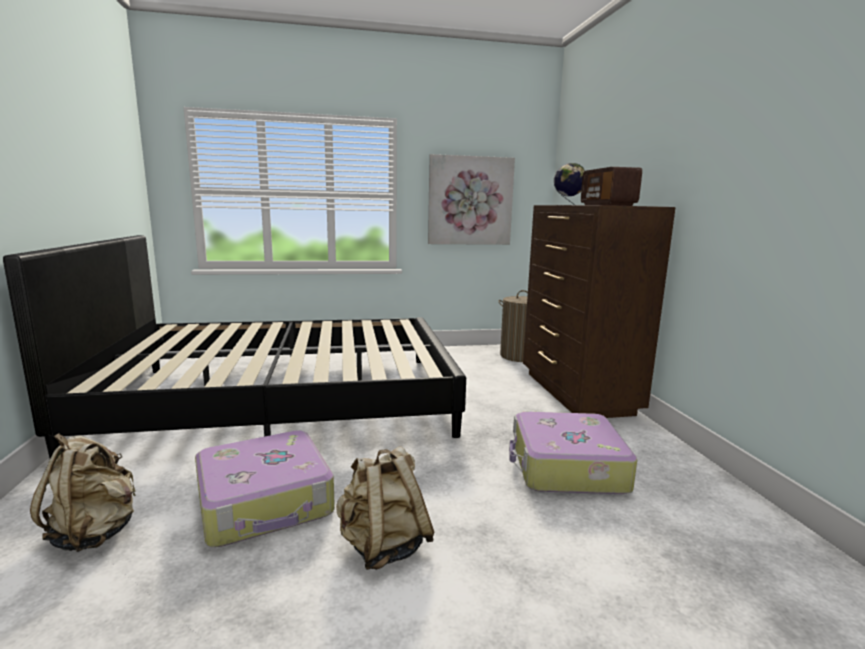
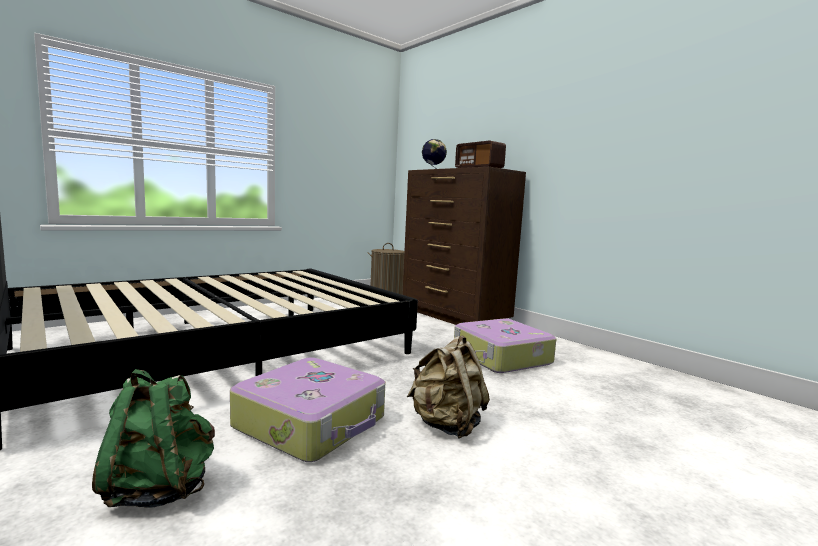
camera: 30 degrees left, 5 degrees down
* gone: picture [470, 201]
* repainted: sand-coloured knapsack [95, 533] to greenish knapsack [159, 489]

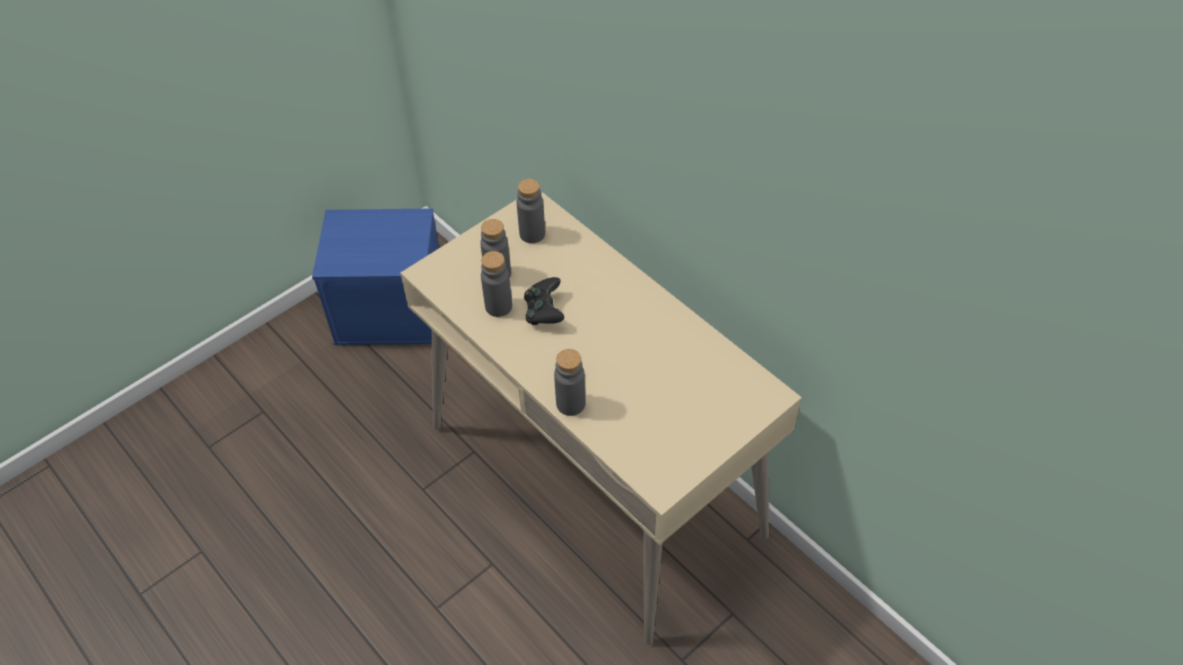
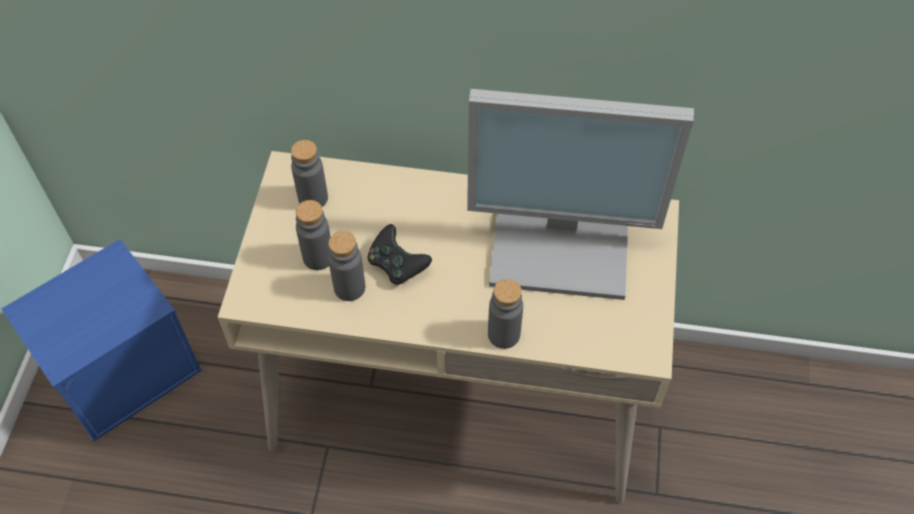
camera: 40 degrees left, 5 degrees up
* new: computer display [563, 240]

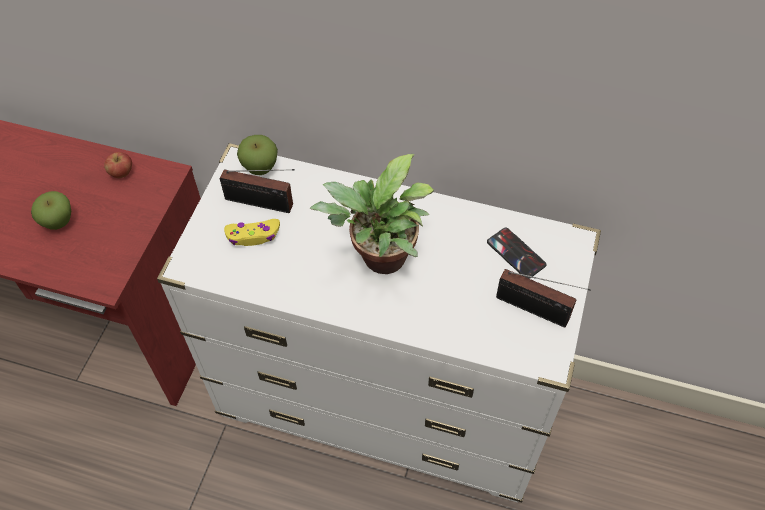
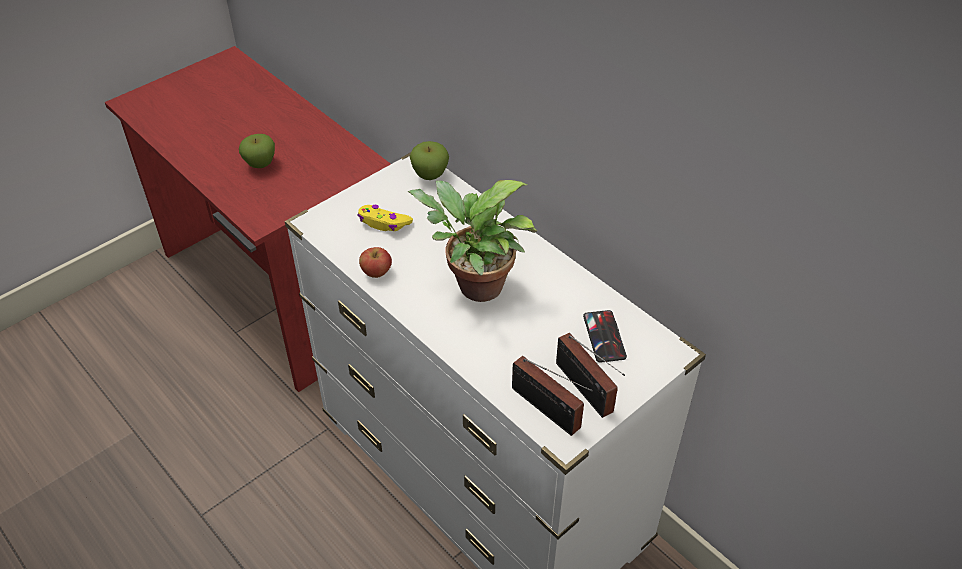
camera: 30 degrees right, 10 degrees down
* shifted: apple [121, 173] to [376, 272]
* shifted: radio receiver [262, 203] to [548, 411]

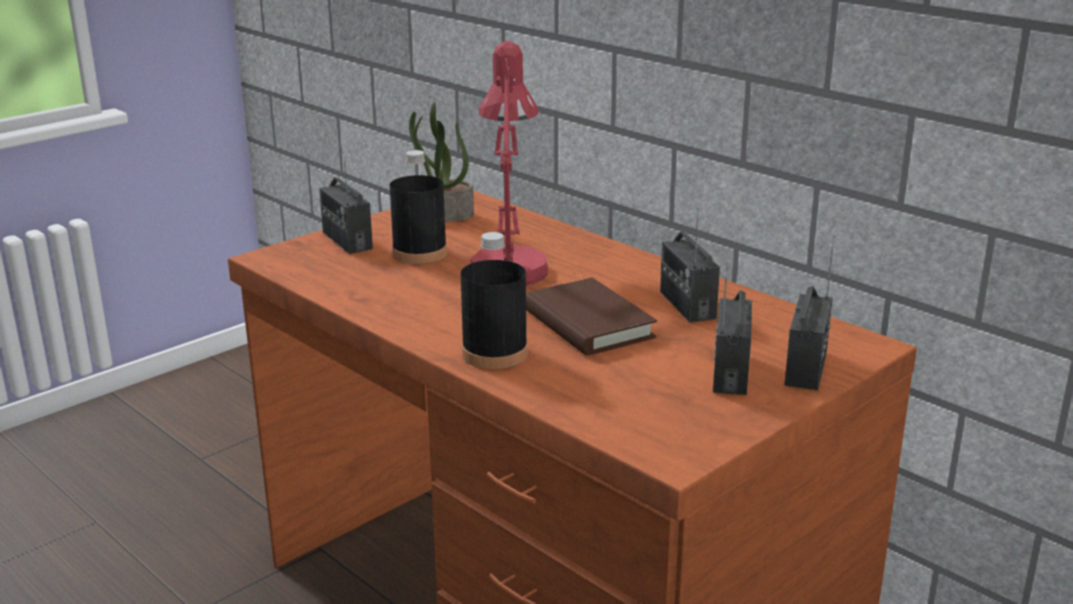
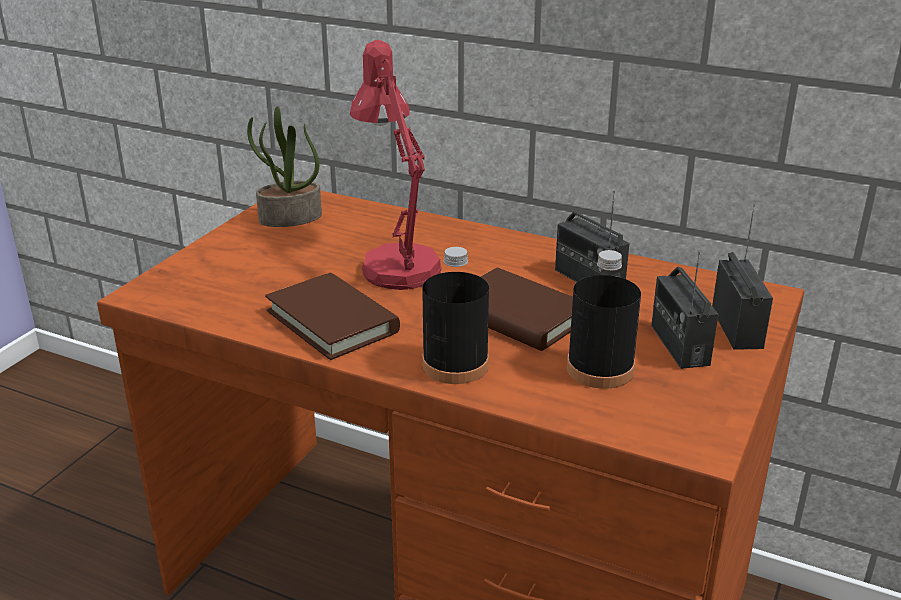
camera: 20 degrees left, 5 degrees up
* gone: radio receiver [347, 240]
* new: brownish volume [332, 321]
* shifted: blackish beverage bottle [419, 253] to [600, 369]

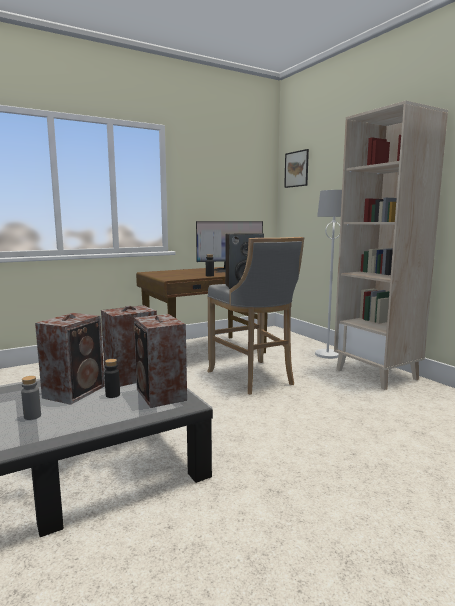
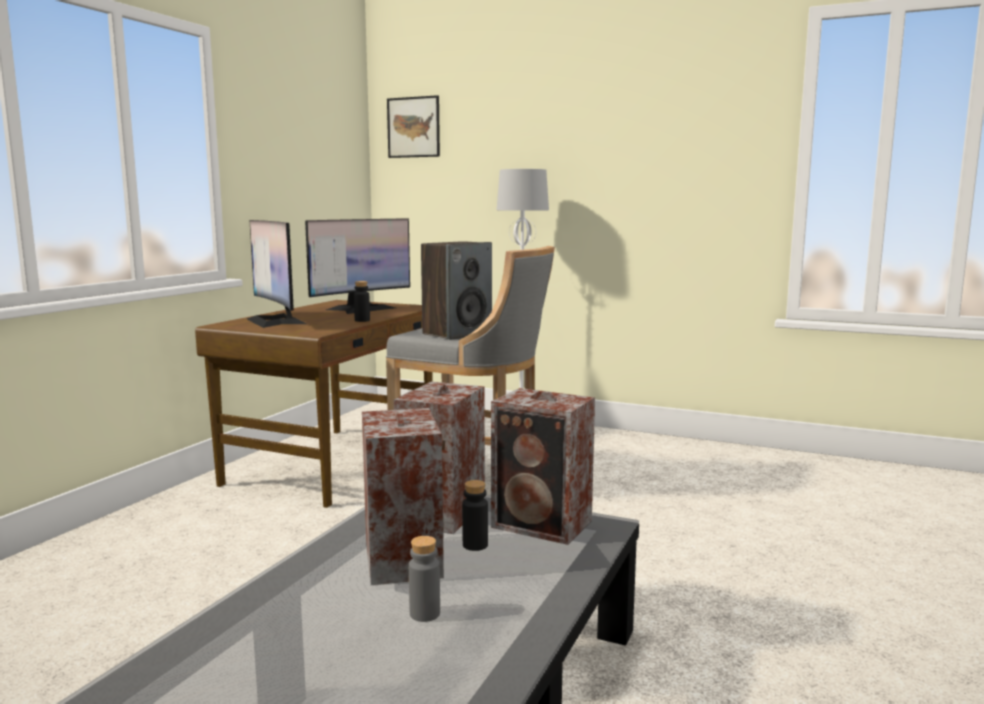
camera: 35 degrees left, 0 degrees up
* gone: sand-coloured shelving unit [377, 374]
* new: computer display [276, 321]

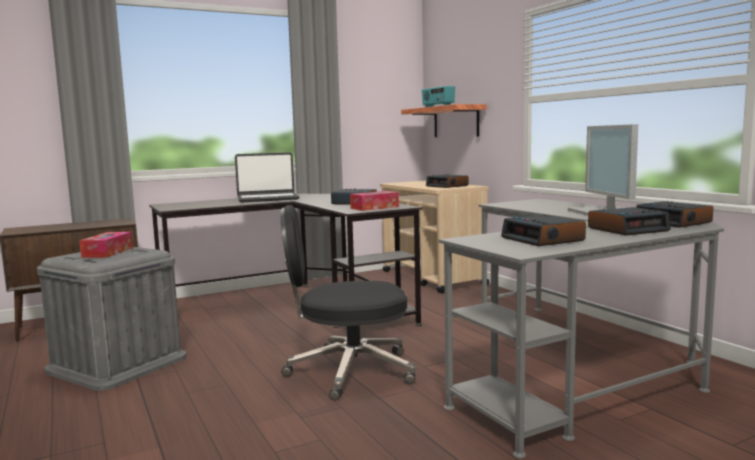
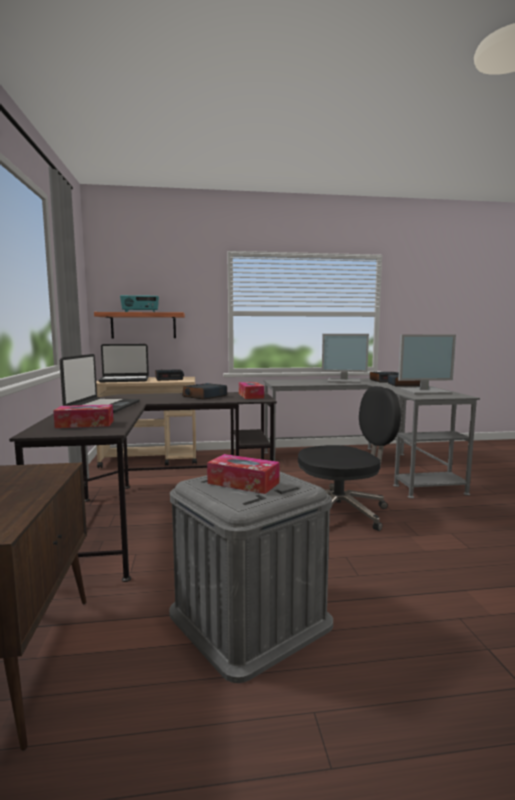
camera: 70 degrees left, 0 degrees up
* new: tissue box [85, 424]
* new: portable computer [124, 380]
* swapped: alarm clock [543, 239] to computer display [426, 392]
* rotated: blackish computer chair [348, 371] = [342, 512] 120 degrees counterclockwise

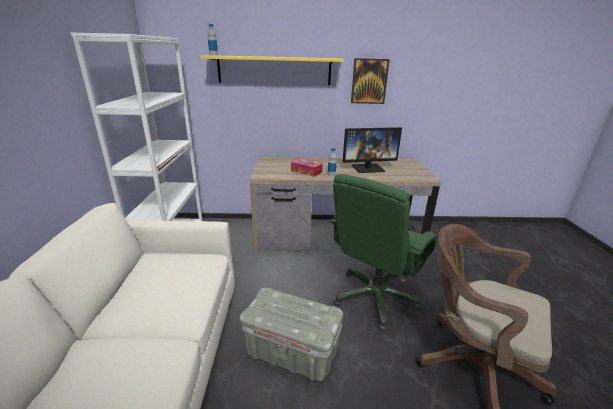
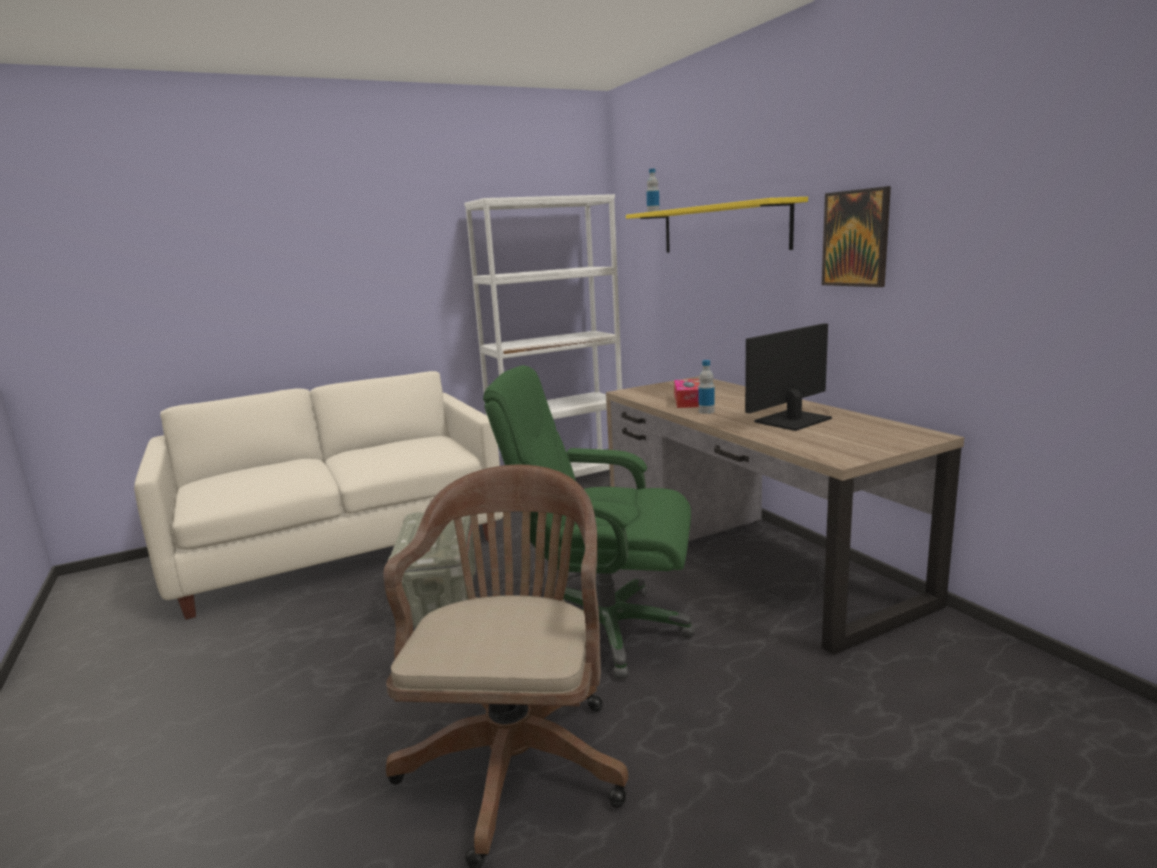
camera: 65 degrees right, 10 degrees down
* rotated: computer display [368, 168] = [792, 420] 90 degrees clockwise

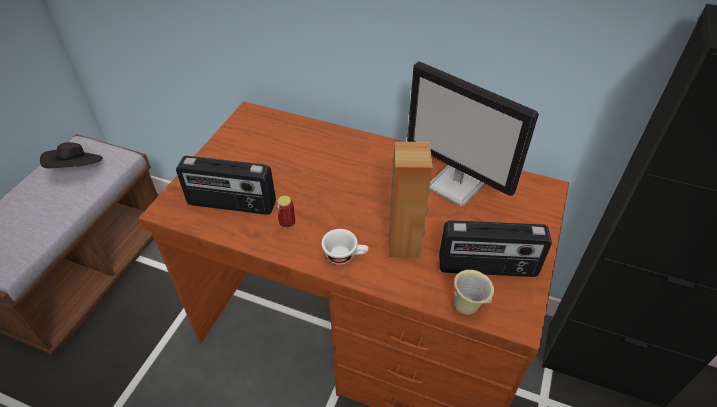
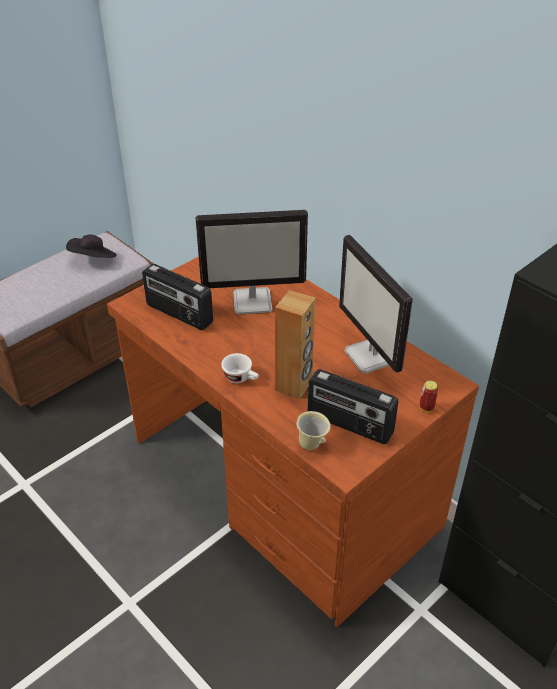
camera: 25 degrees right, 5 degrees down
* new: computer display [253, 301]
* shifted: sealed can [287, 224] to [426, 408]

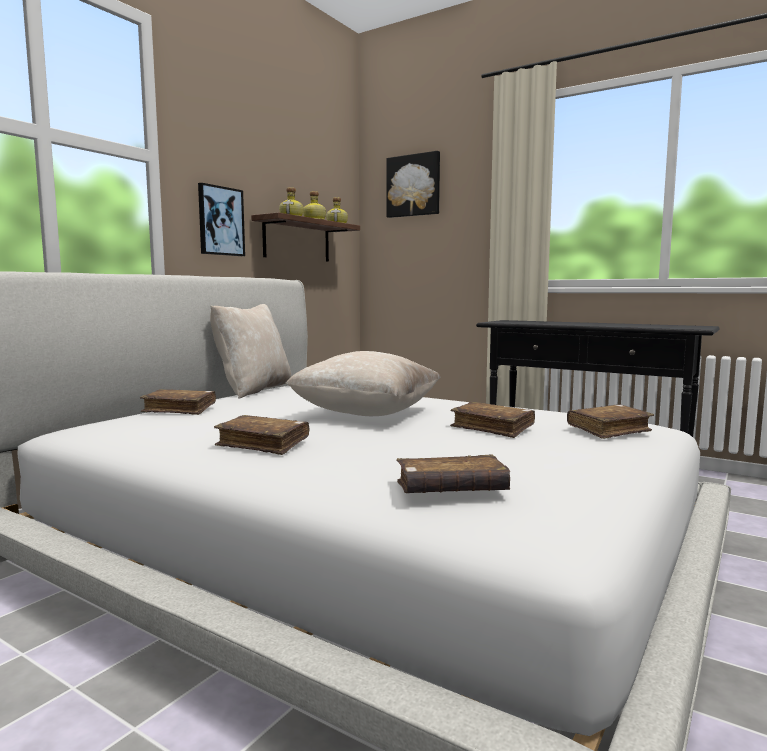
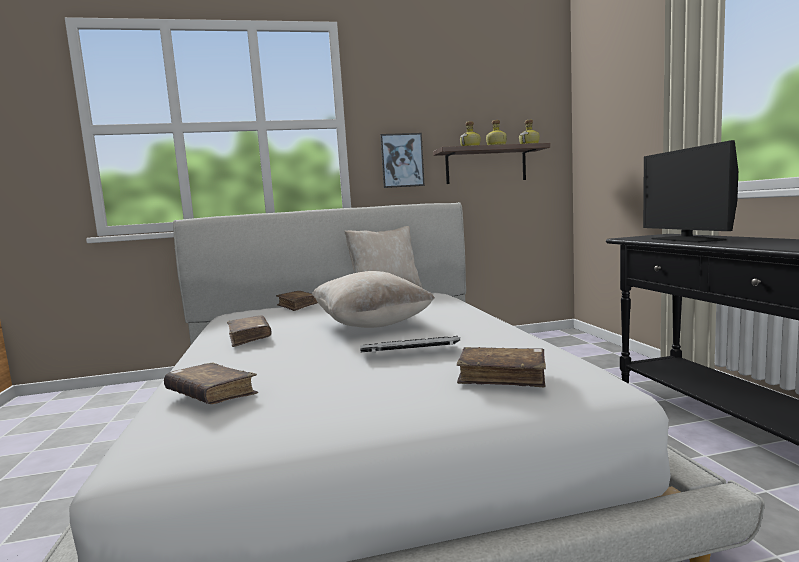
camera: 45 degrees right, 0 degrees up
* gone: picture [414, 185]
* new: computer display [686, 239]
* swapped: brownish volume [492, 428] to computer keyboard [409, 353]

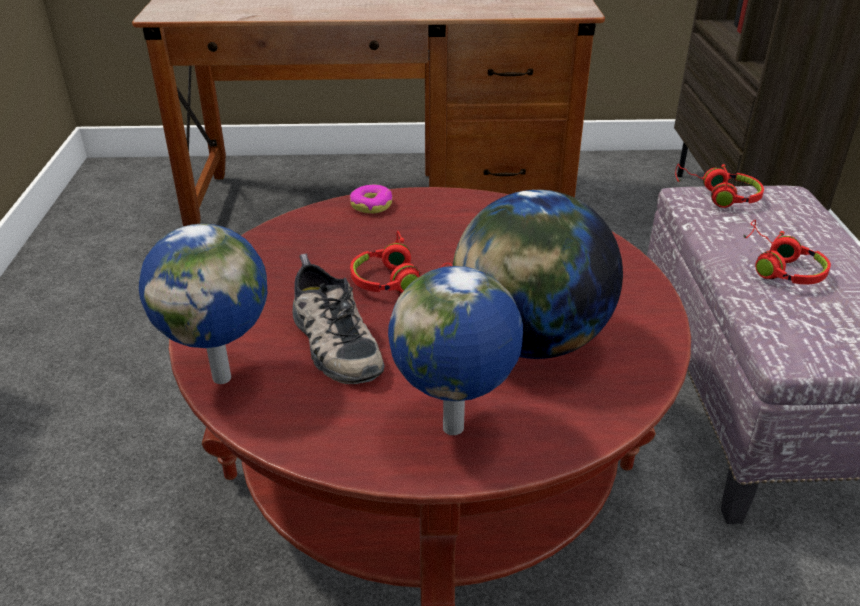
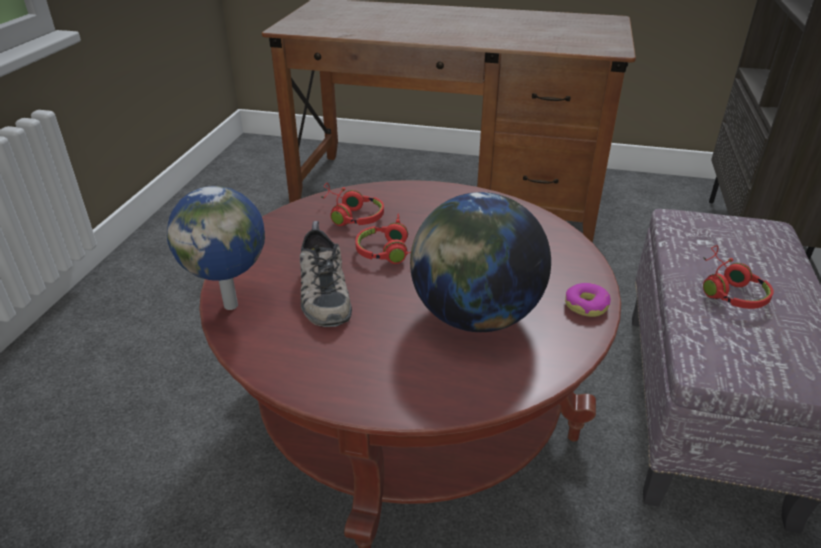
camera: 15 degrees right, 0 degrees up
* gone: globe [455, 429]
* shifted: doughnut [371, 205] to [586, 305]
* shifted: reddish headphones [718, 196] to [350, 215]

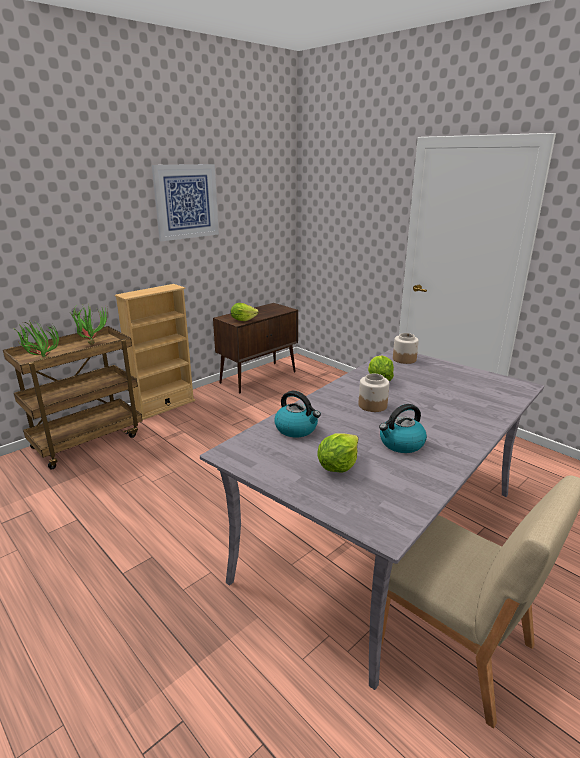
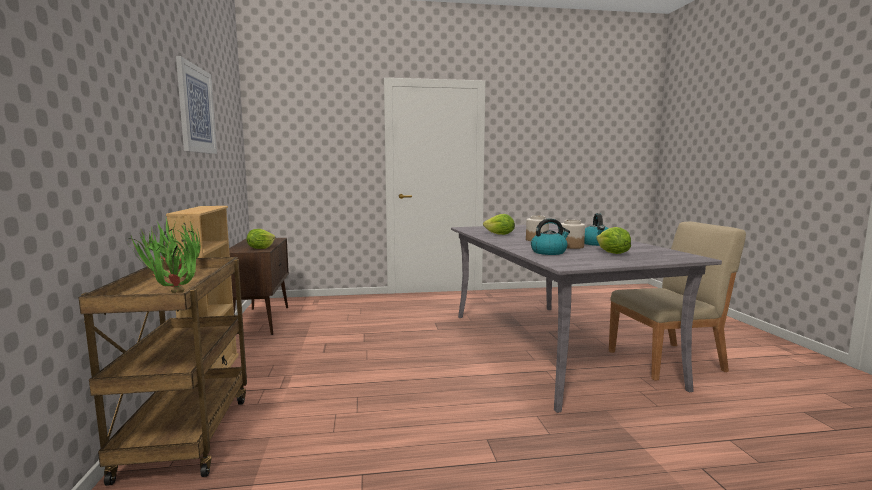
camera: 55 degrees left, 15 degrees down
* shifted: preserve jar [404, 359] to [571, 246]

